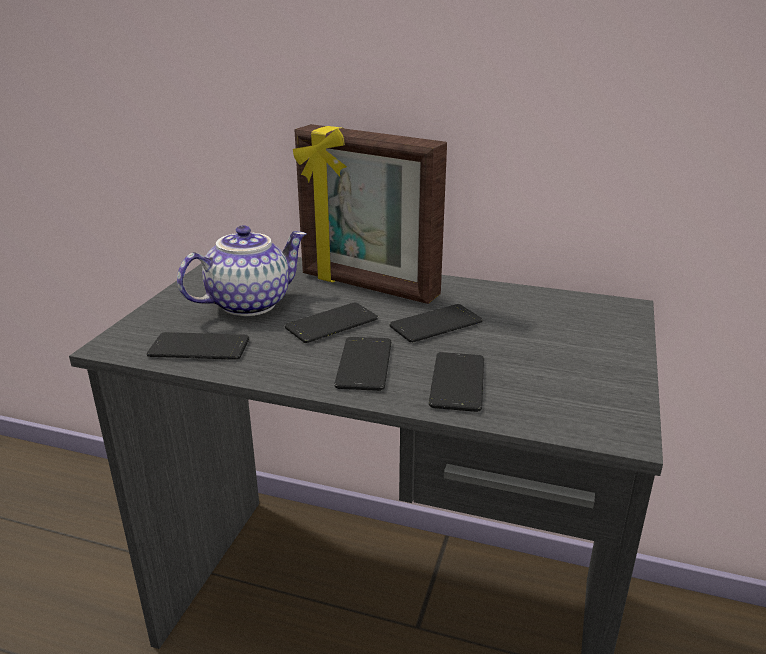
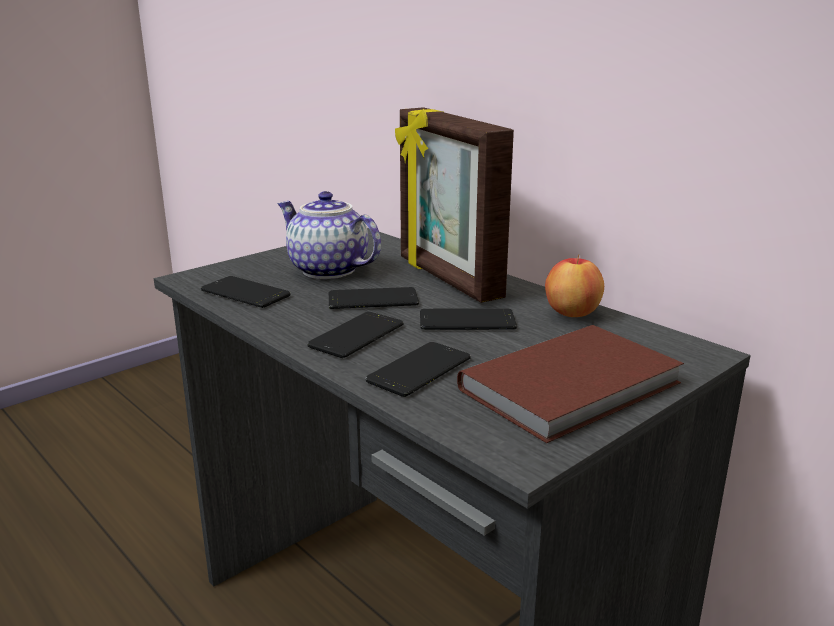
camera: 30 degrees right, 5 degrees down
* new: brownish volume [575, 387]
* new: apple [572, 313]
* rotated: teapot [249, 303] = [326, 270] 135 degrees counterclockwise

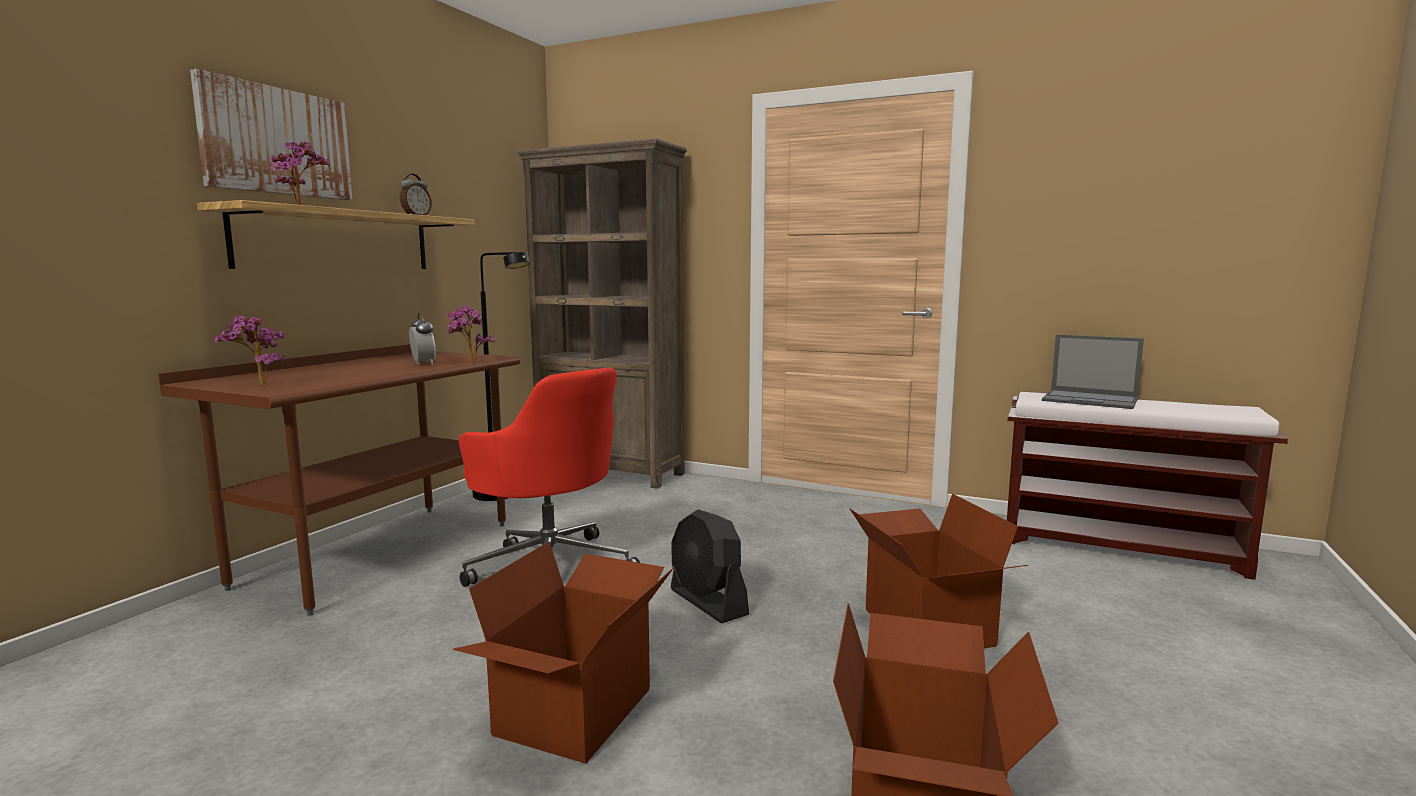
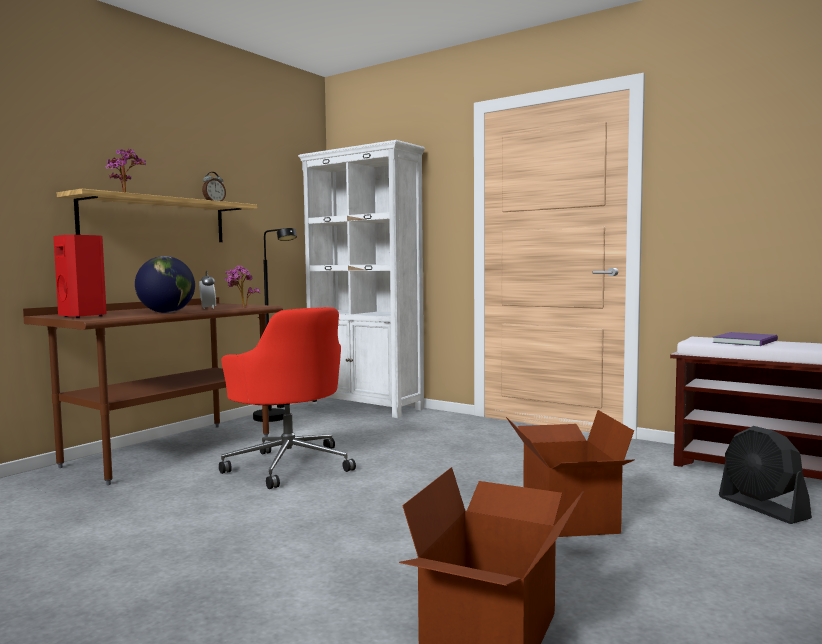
camera: 10 degrees right, 5 degrees down
* gone: picture [276, 141]
* gone: packing box [577, 712]
* new: globe [166, 313]
* shifted: blackish cooling fan [708, 602] to [762, 508]
* swapped: houseplant [257, 385] to reddish loudspeaker [84, 316]
* swapped: portable computer [1091, 400] to purple-coloured volume [747, 341]
* repainted: brownish shelving unit [610, 472] to white-coloured shelving unit [365, 406]

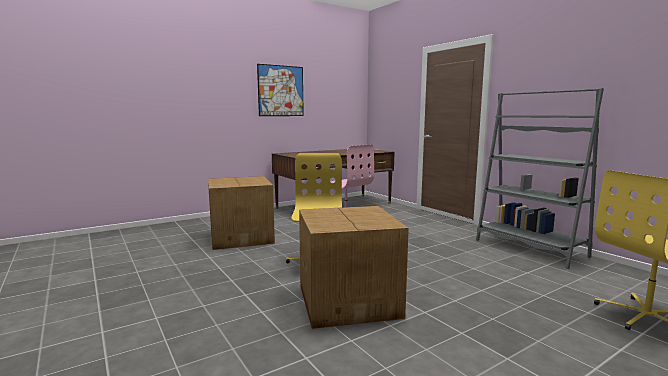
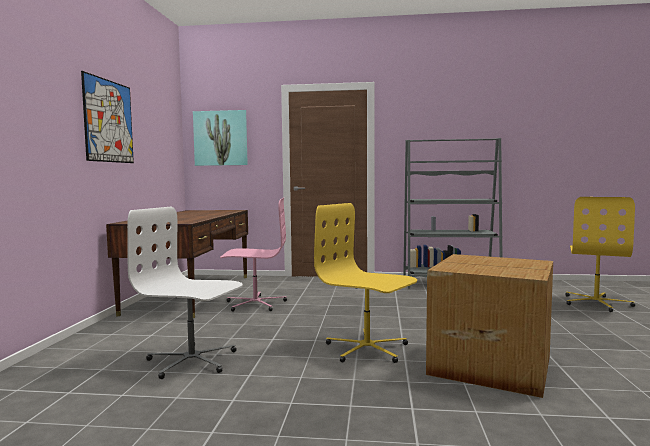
camera: 50 degrees left, 5 degrees down
* new: picture [220, 138]
* swapped: packing box [242, 237] to white-coloured computer chair [191, 361]

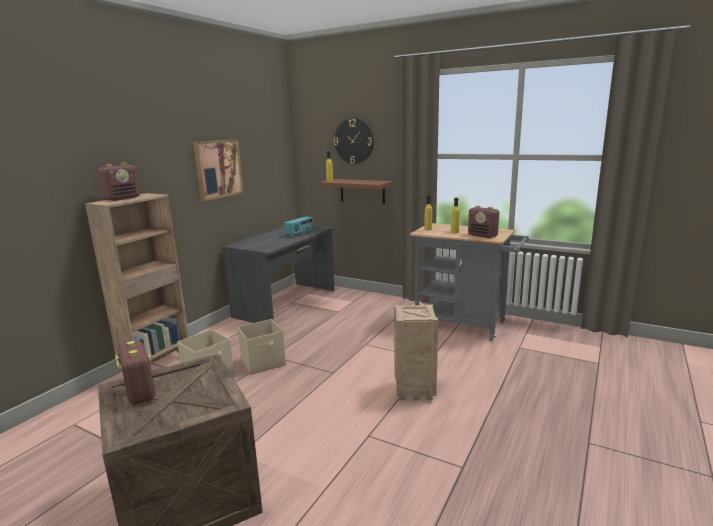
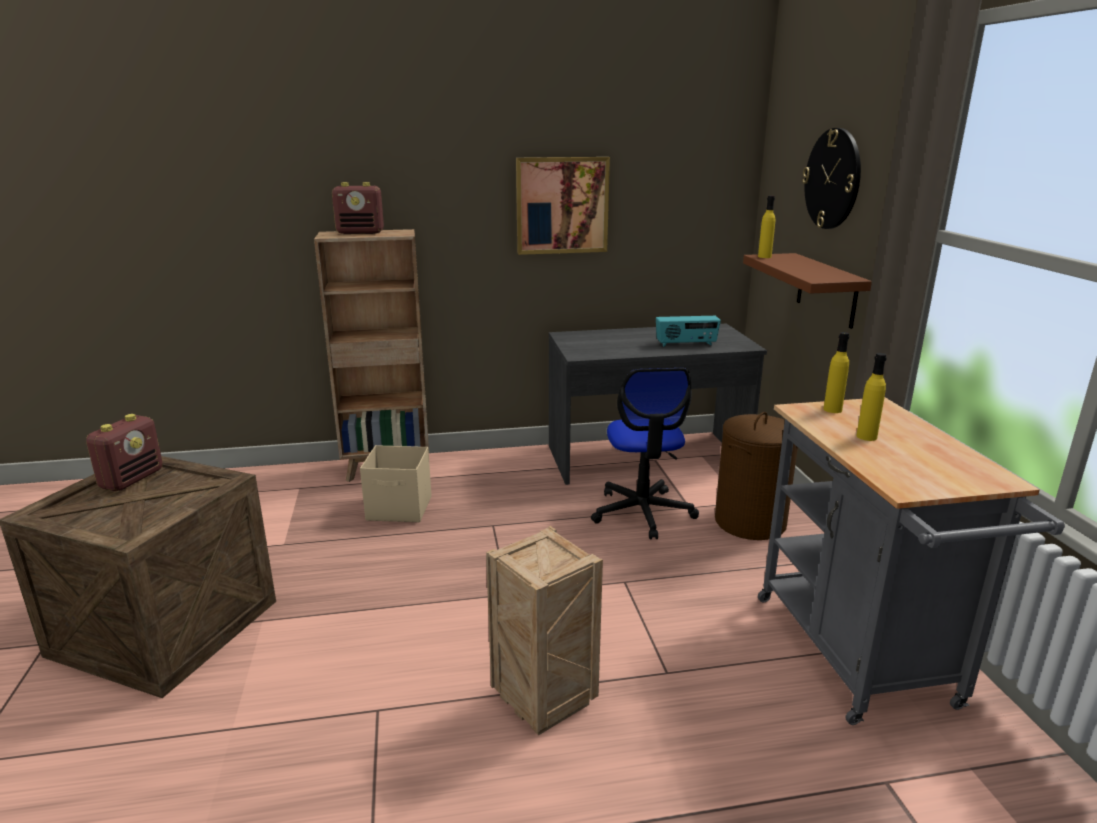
camera: 50 degrees right, 5 degrees up
* gone: sand-coloured storage box [264, 363]
* gone: radio receiver [483, 236]
* new: computer chair [642, 512]
* new: brownish washing basket [750, 522]

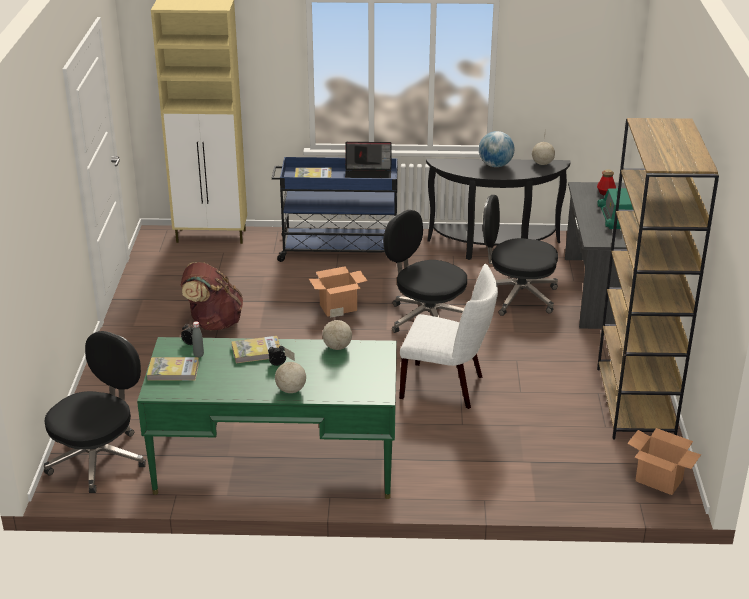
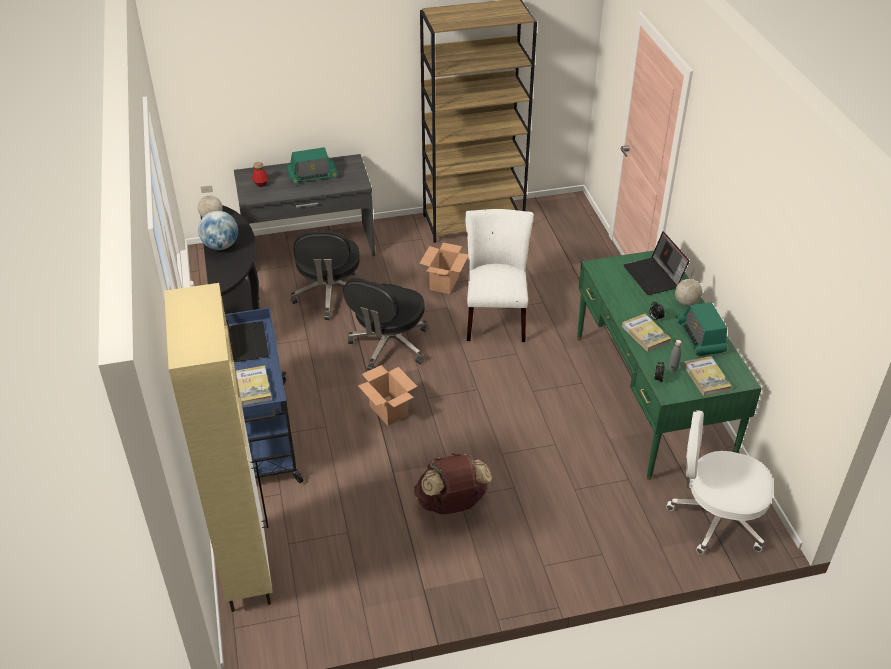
camera: 105 degrees left, 10 degrees up
* gone: globe [337, 347]
* new: portable computer [654, 277]
* new: radio receiver [700, 338]
* shifted: packing box [659, 480] to [444, 282]
* repainted: blackish computer chair [99, 459] to white-coloured computer chair [715, 518]

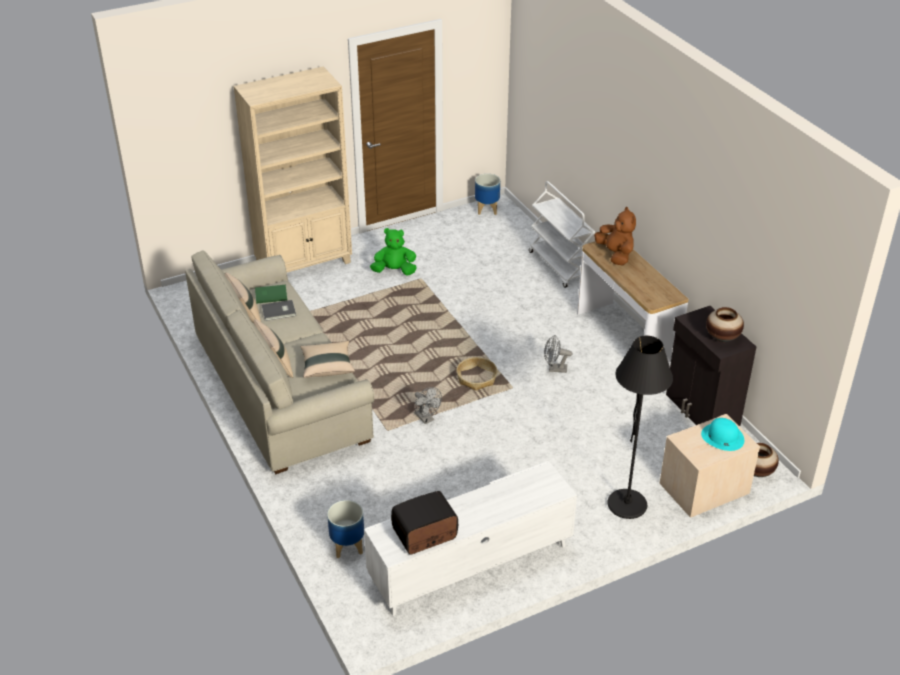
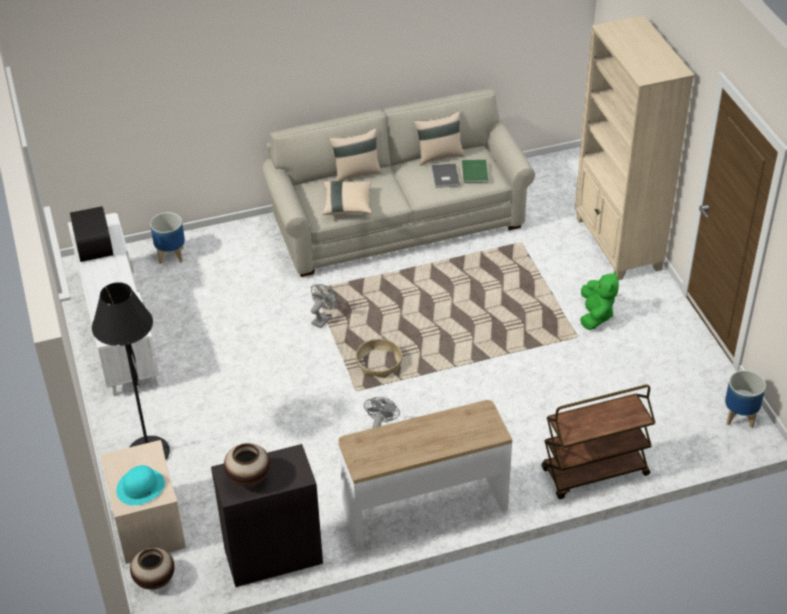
camera: 100 degrees right, 5 degrees up
* gone: brownish cuddly toy [615, 254]
* repainted: white-coloured cart [560, 266] to brownish cart [594, 473]
* rotated: grey cooling fan [426, 419] = [323, 318] 150 degrees clockwise

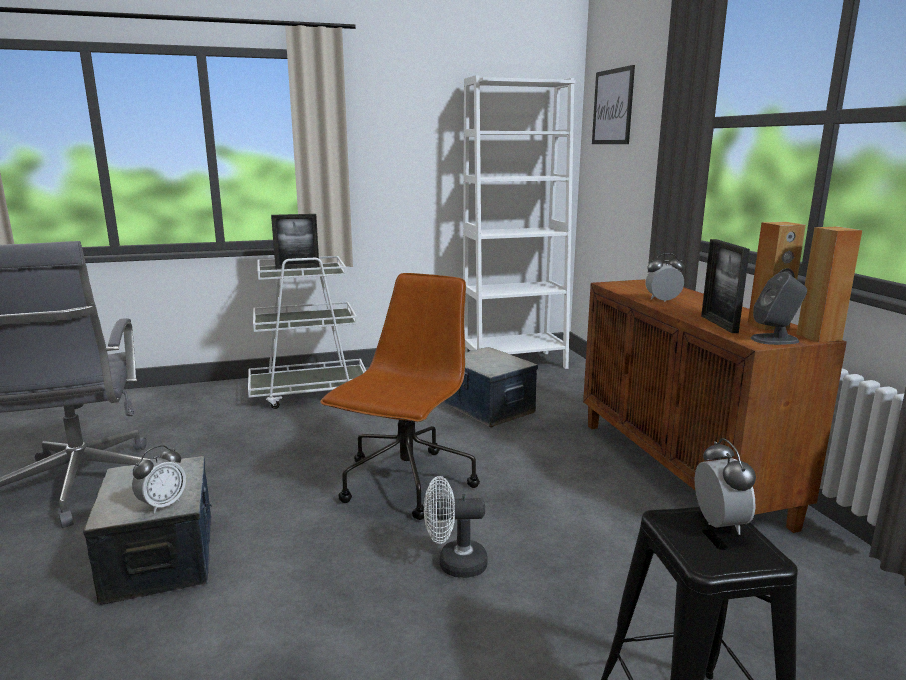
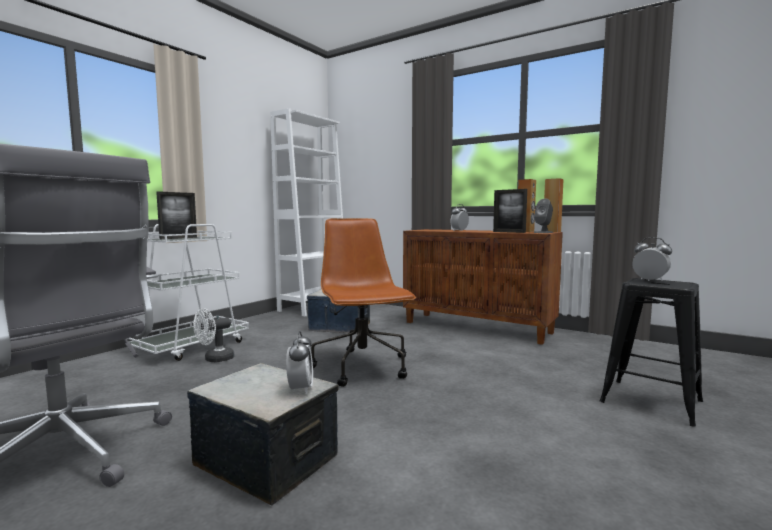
camera: 40 degrees left, 10 degrees down
* gone: picture [612, 107]
* shifted: white-coloured cooling fan [454, 564] to [214, 359]

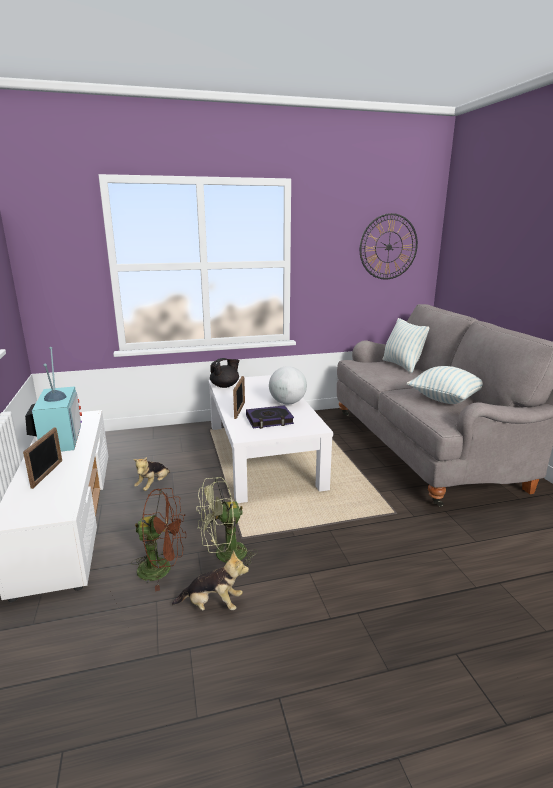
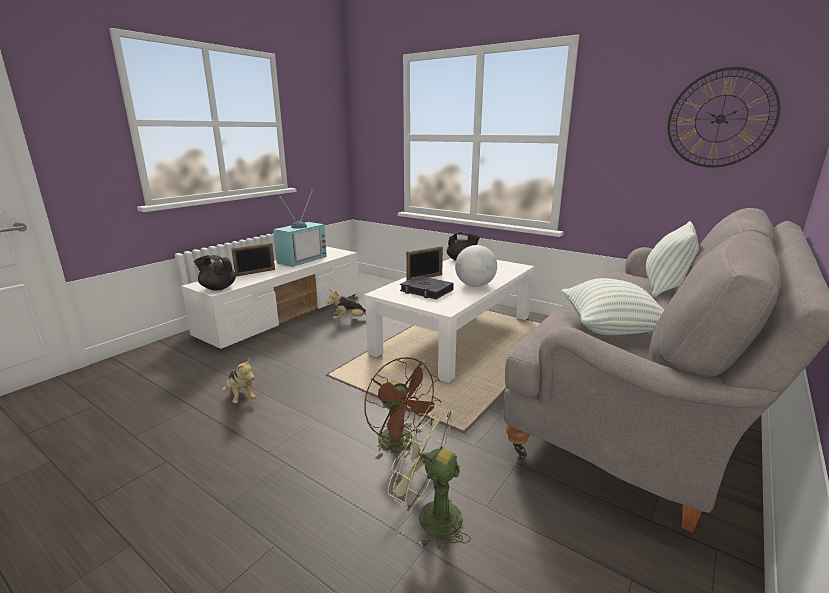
camera: 50 degrees right, 0 degrees up
* new: blackish teapot [218, 288]
* shifted: brownish cooling fan [162, 569] to [401, 444]
* shifted: greenish cooling fan [224, 556] to [429, 517]

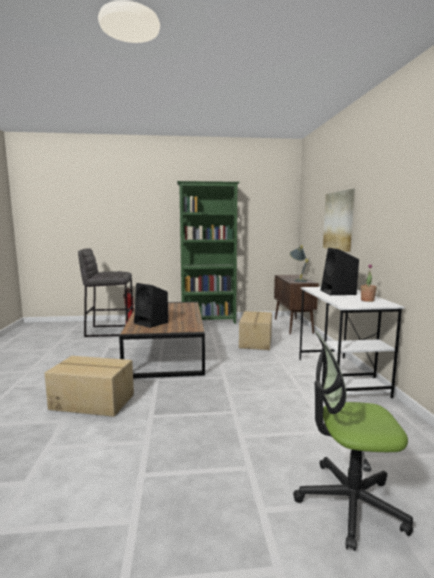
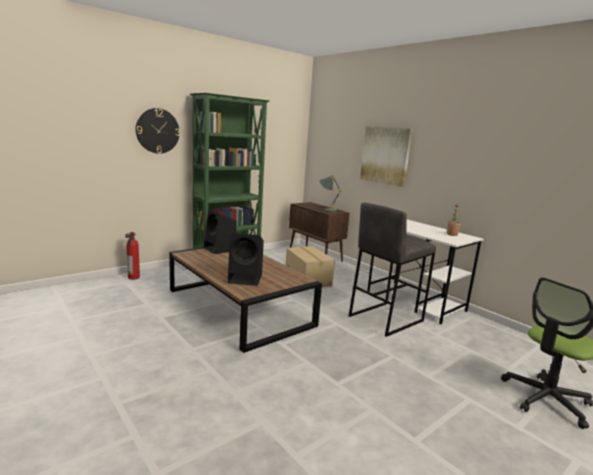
camera: 35 degrees left, 5 degrees up
* gone: packing box [92, 401]
* new: clock on the wall [157, 131]
* shifted: grey stool [109, 331] to [385, 318]
* shifted: blackish loudspeaker [338, 292] to [220, 249]

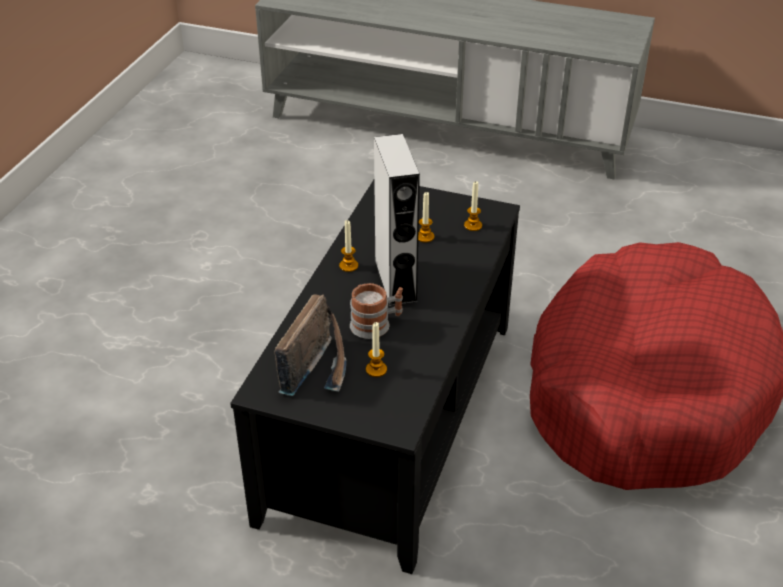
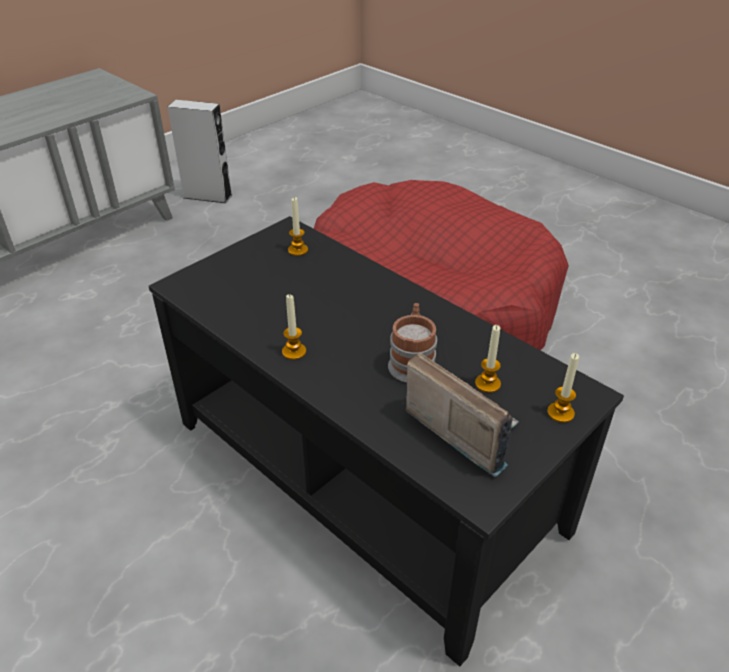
camera: 65 degrees left, 0 degrees up
* shifted: grey loudspeaker [395, 281] to [207, 196]
* shifted: wax candle [425, 237] to [560, 413]

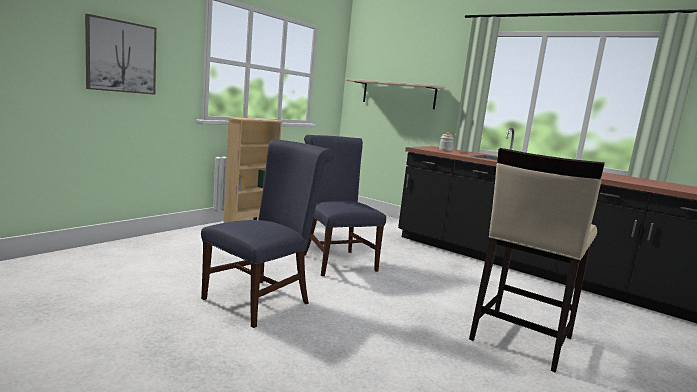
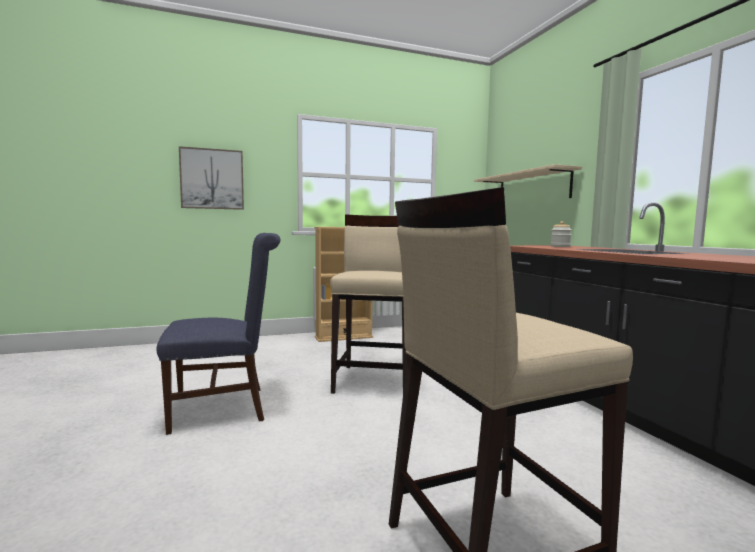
camera: 35 degrees right, 5 degrees down
* swapped: blue-coloured upright chair [335, 261] to sand-coloured stool [375, 380]

